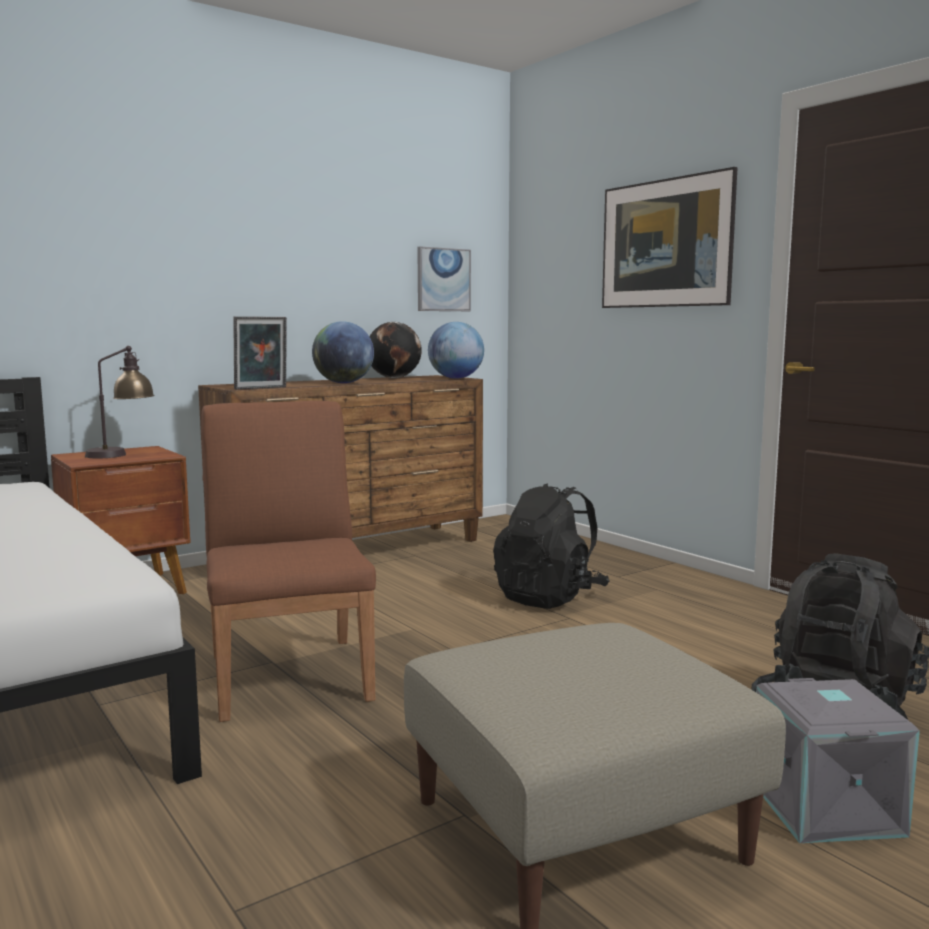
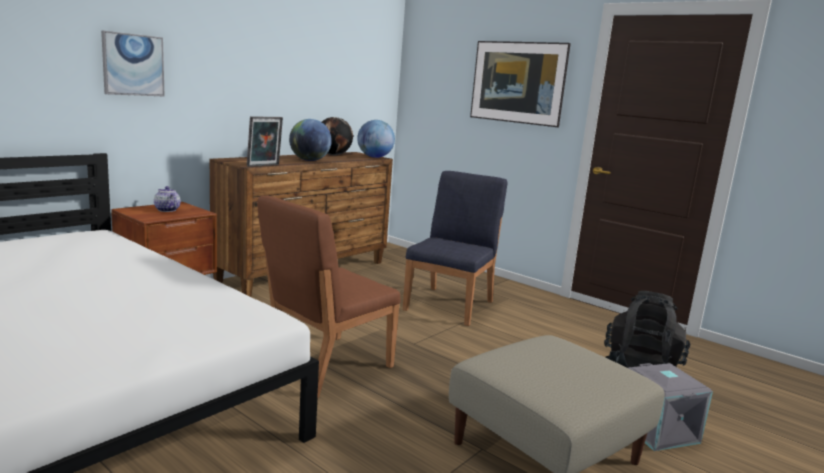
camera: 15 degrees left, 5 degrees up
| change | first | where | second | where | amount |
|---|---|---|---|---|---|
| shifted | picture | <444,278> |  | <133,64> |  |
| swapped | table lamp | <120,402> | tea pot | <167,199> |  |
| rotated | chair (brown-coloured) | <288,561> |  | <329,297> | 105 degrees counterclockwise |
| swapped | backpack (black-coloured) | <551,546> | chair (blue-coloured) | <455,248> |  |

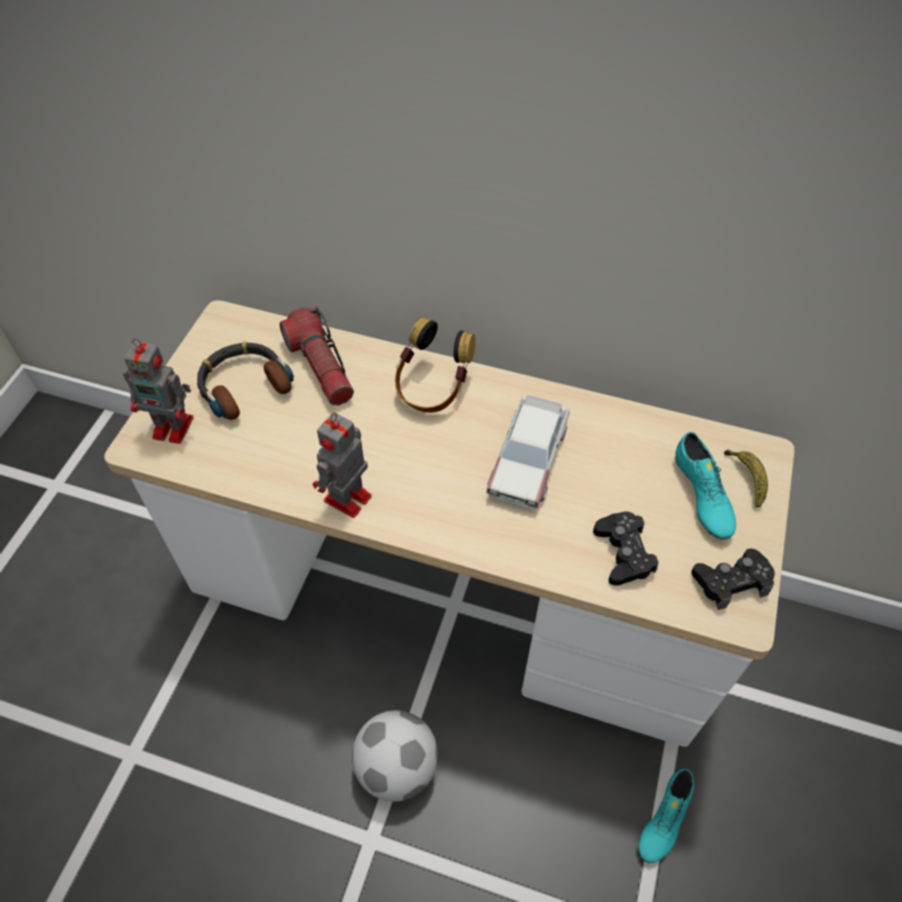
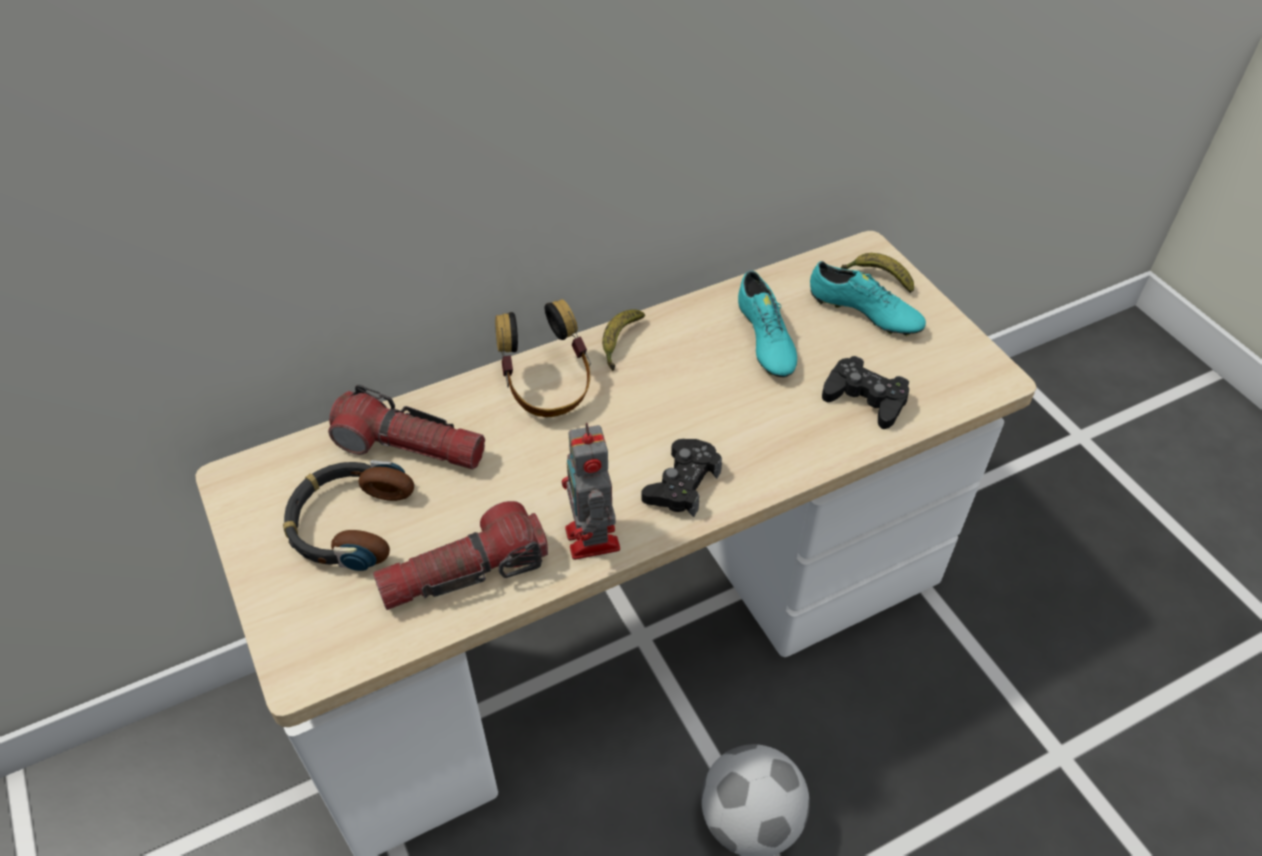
camera: 45 degrees left, 5 degrees down
| change | first | where | second | where | amount |
|---|---|---|---|---|---|
| gone | toy robot | <158,391> |  |  |  |
| gone | toy car | <528,452> |  |  |  |
| shifted | game controller (black-coloured) | <733,579> |  | <681,478> |  |
| shifted | item of footwear (turquoise) | <666,816> |  | <767,324> |  |
| new |  |  | banana | <623,340> |  |
| new |  |  | torch | <460,555> |  |

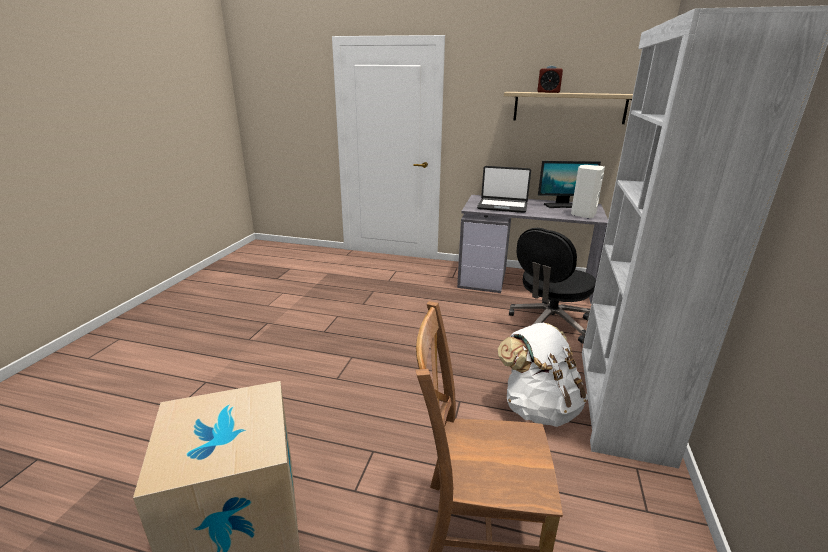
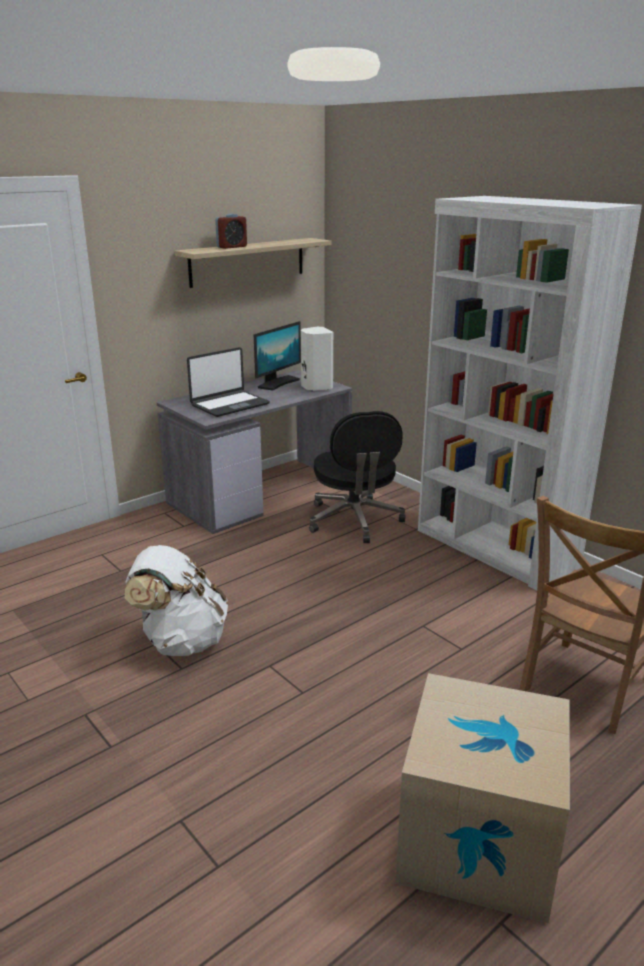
camera: 55 degrees left, 0 degrees up
| change | first | where | second | where | amount |
|---|---|---|---|---|---|
| shifted | backpack (whitish) | <543,375> |  | <176,600> |  |

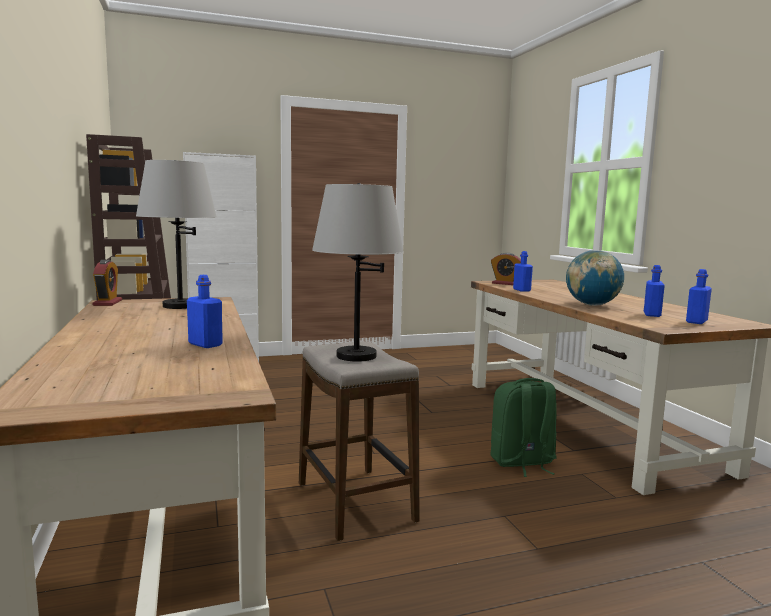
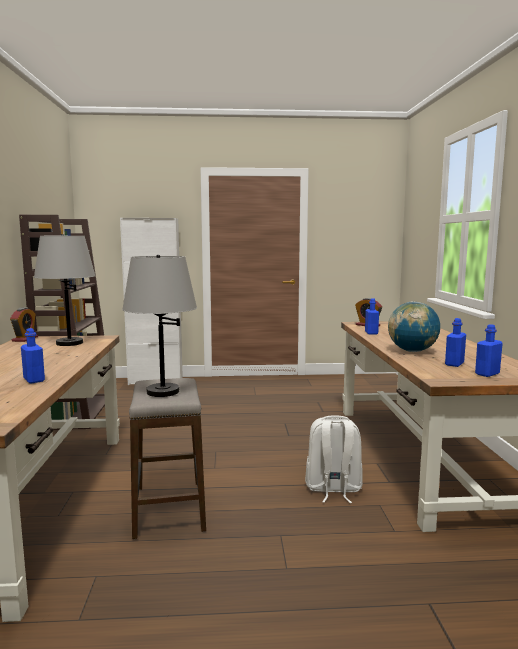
camera: 15 degrees right, 0 degrees up
| change | first | where | second | where | amount |
|---|---|---|---|---|---|
| repainted | backpack (greenish) | <524,427> | backpack (whitish) | <334,459> |  |

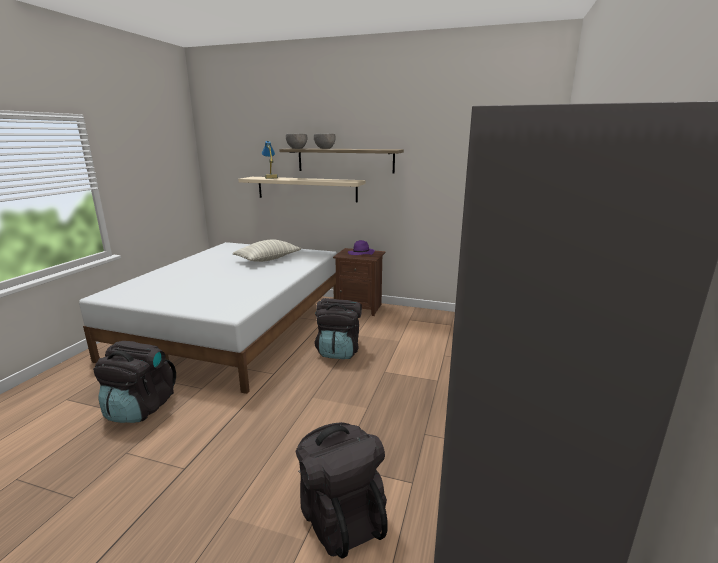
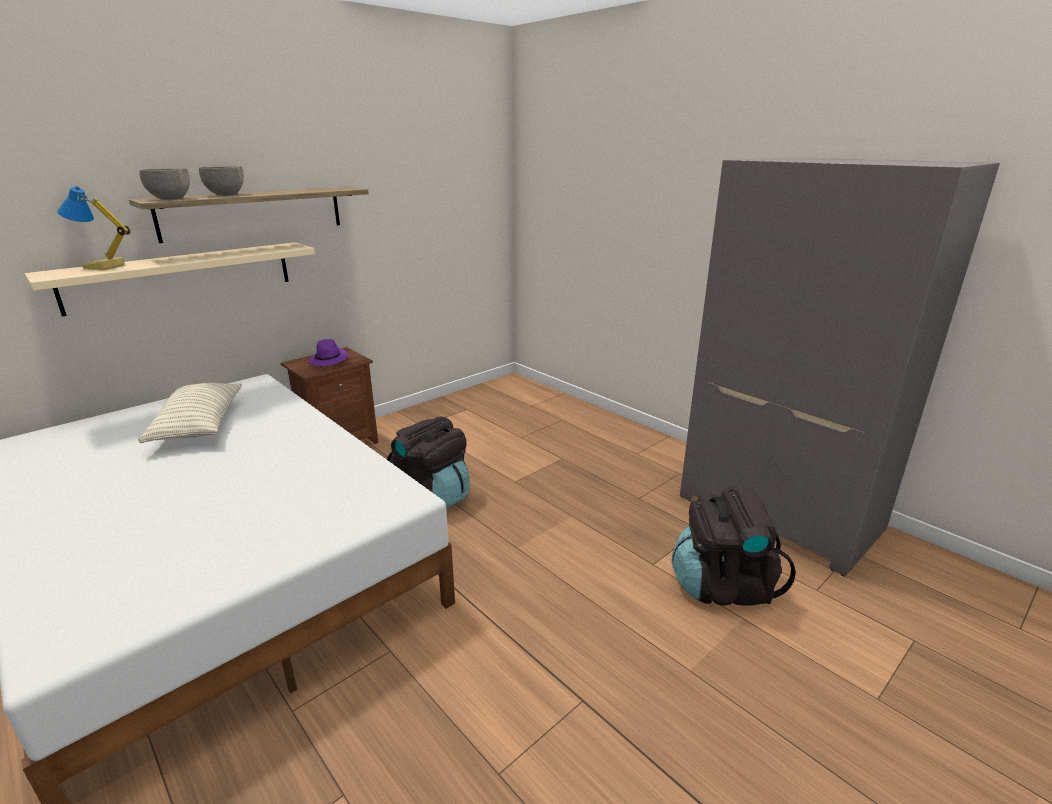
camera: 60 degrees left, 5 degrees up
| change | first | where | second | where | amount |
|---|---|---|---|---|---|
| gone | backpack (black-coloured) | <134,382> |  |  |  |

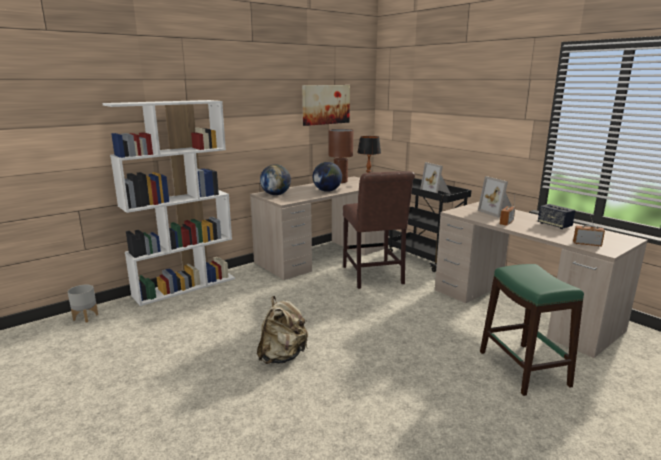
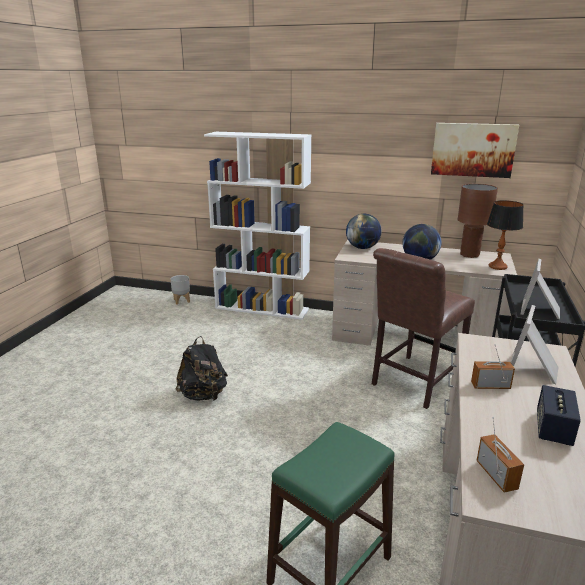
camera: 55 degrees right, 5 degrees up
| change | first | where | second | where | amount |
|---|---|---|---|---|---|
| repainted | backpack (beige) | <282,330> | backpack (black-coloured) | <201,368> |  |

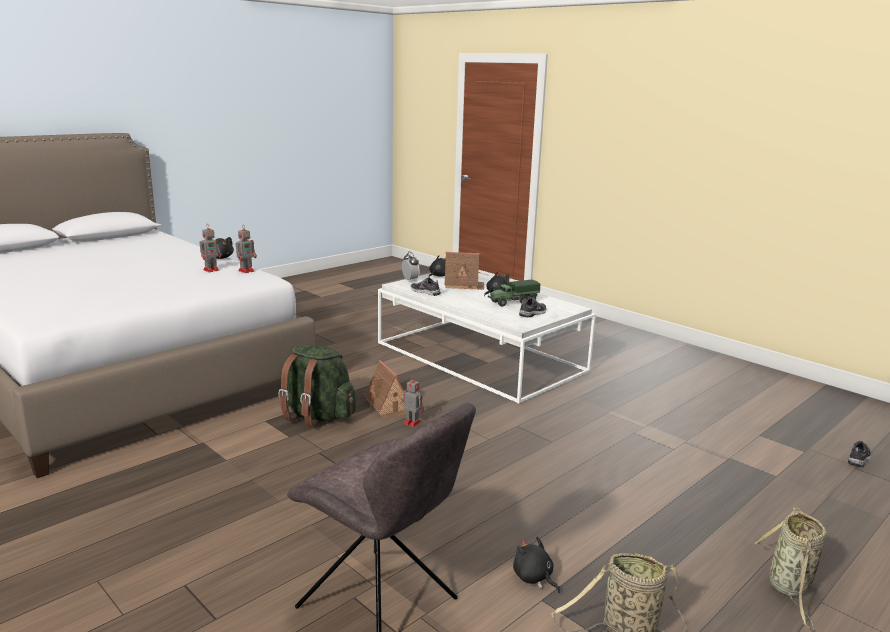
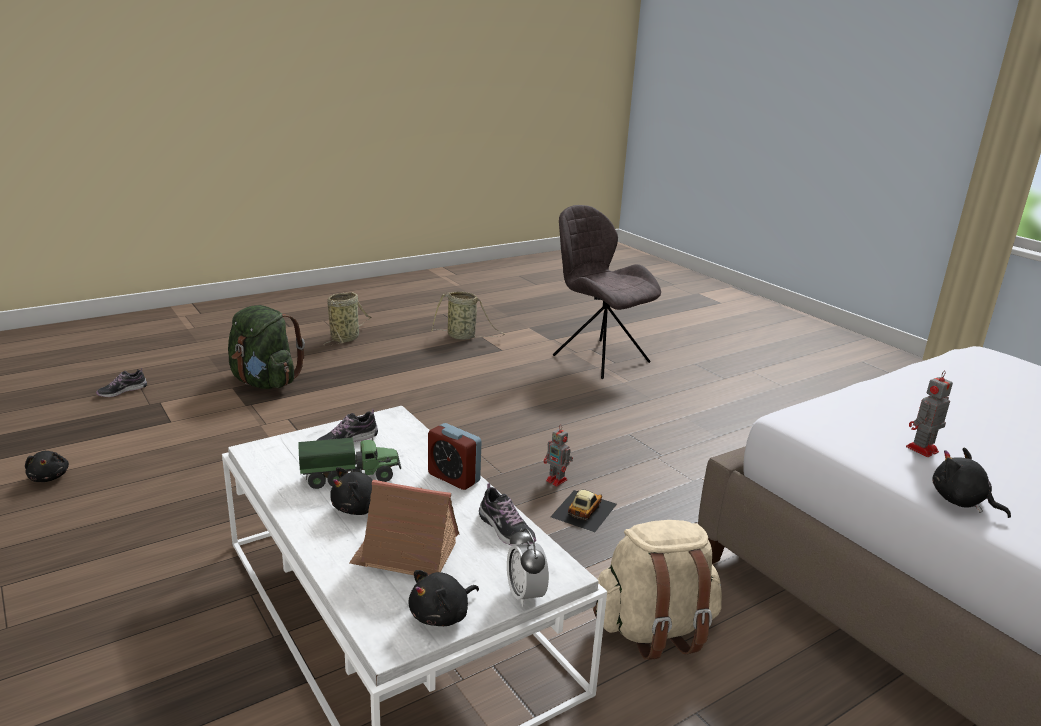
camera: 170 degrees left, 5 degrees up
| change | first | where | second | where | amount |
|---|---|---|---|---|---|
| gone | toy robot | <246,249> |  |  |  |
| shifted | backpack (greenish) | <317,386> |  | <266,347> |  |
| swapped | model house | <385,389> | toy car | <583,511> |  |
| shifted | soft toy (black-coloured) | <536,565> |  | <47,466> |  |
| new |  |  | bedside clock | <454,456> |  |
| new |  |  | backpack (beige) | <657,590> |  |

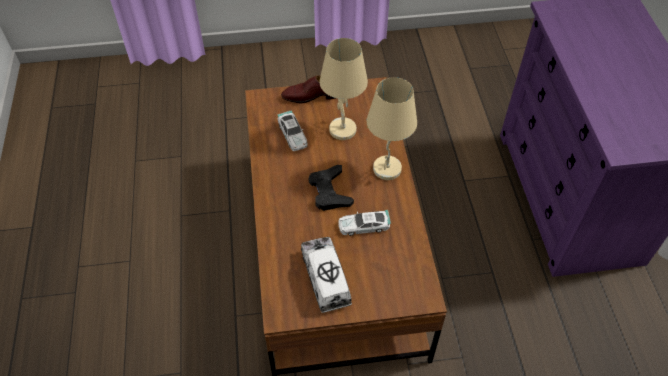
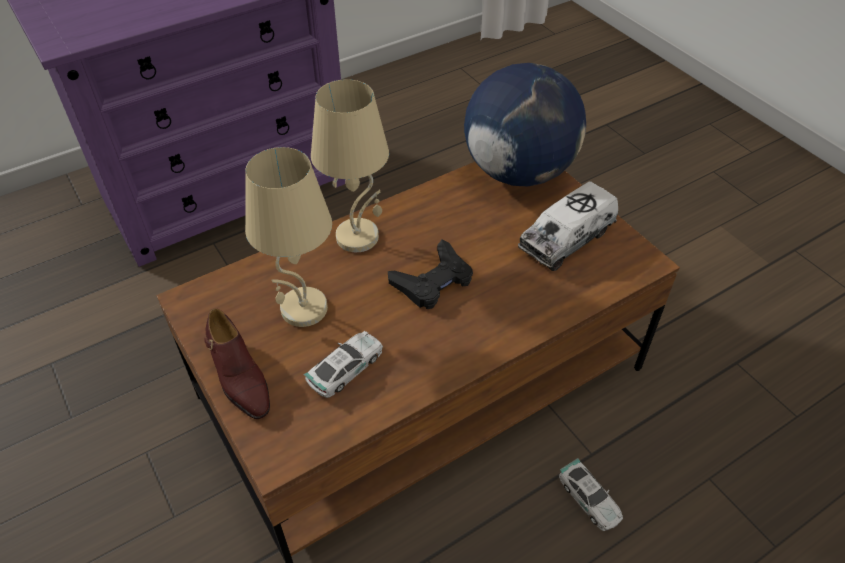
camera: 115 degrees left, 5 degrees down
| change | first | where | second | where | amount |
|---|---|---|---|---|---|
| shifted | toy car | <364,223> |  | <591,494> |  |
| new |  |  | desk globe | <525,124> |  |

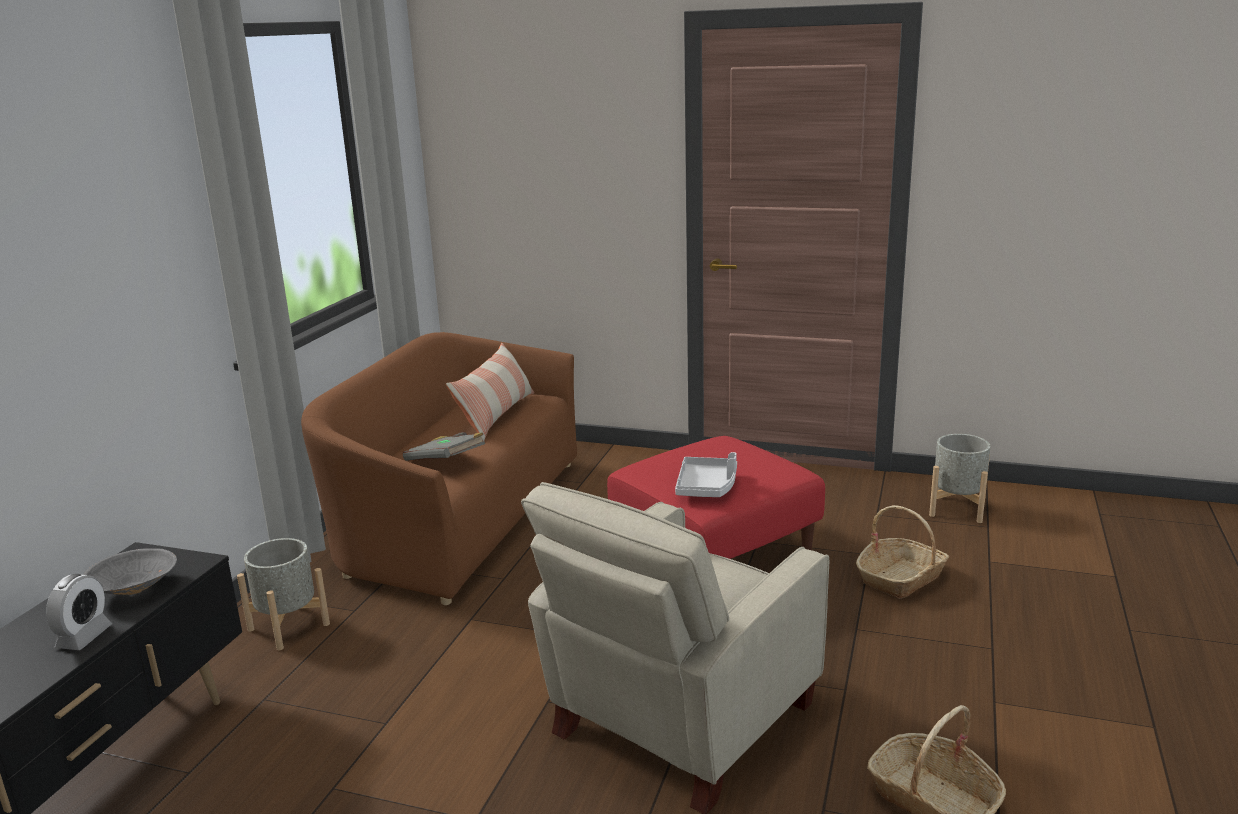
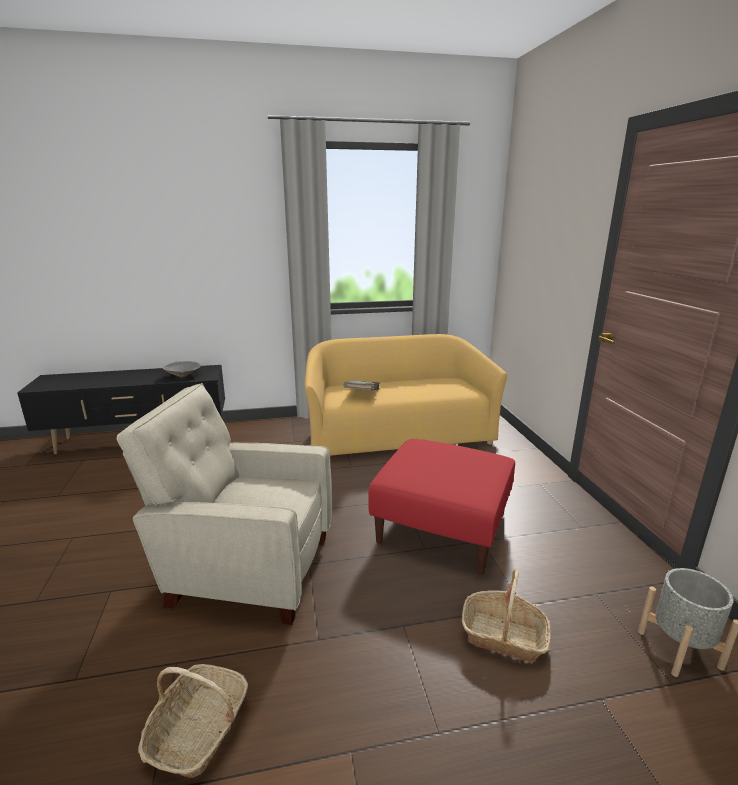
camera: 60 degrees right, 0 degrees up
| change | first | where | second | where | amount |
|---|---|---|---|---|---|
| repainted | sofa (brown-coloured) | <439,468> | sofa (yellowish) | <406,395> |  |
| gone | pillow | <490,392> |  |  |  |
| gone | tray (gray) | <706,474> |  |  |  |
| gone | plant pot (gray) | <283,594> |  |  |  |
| gone | bedside clock | <79,612> |  |  |  |

